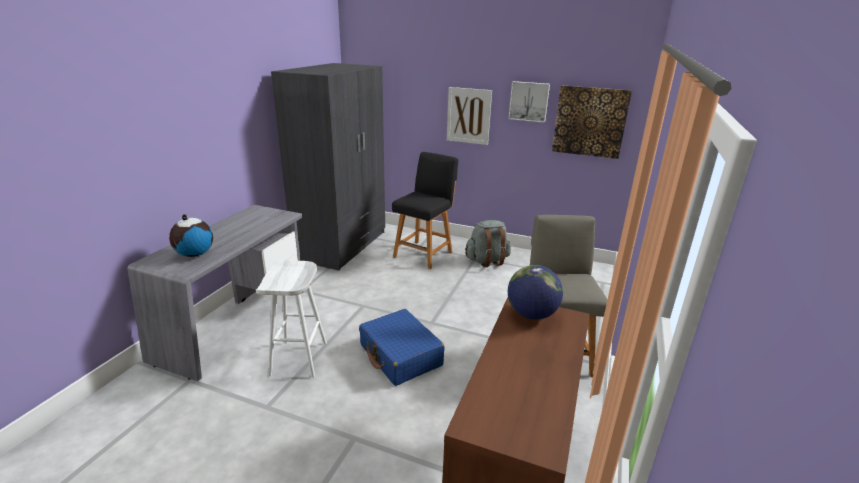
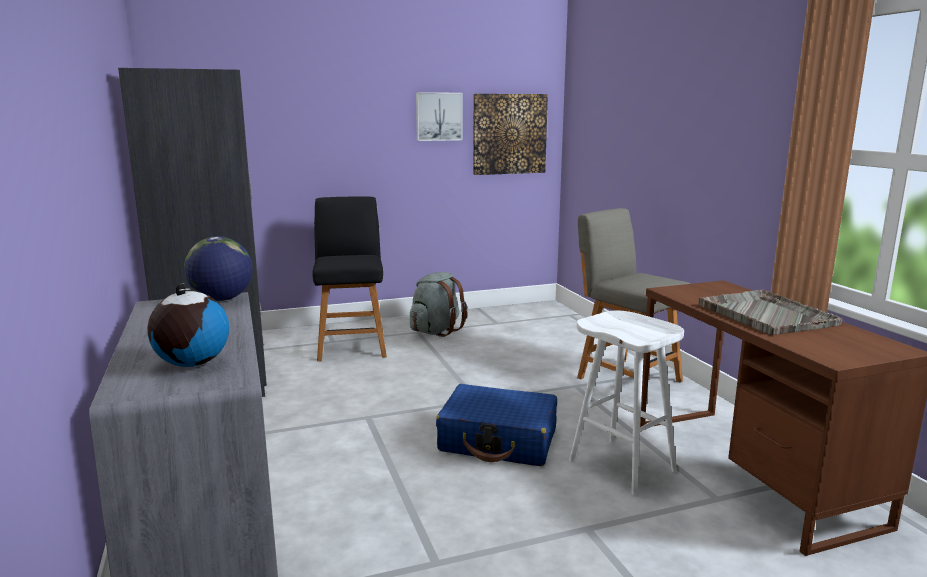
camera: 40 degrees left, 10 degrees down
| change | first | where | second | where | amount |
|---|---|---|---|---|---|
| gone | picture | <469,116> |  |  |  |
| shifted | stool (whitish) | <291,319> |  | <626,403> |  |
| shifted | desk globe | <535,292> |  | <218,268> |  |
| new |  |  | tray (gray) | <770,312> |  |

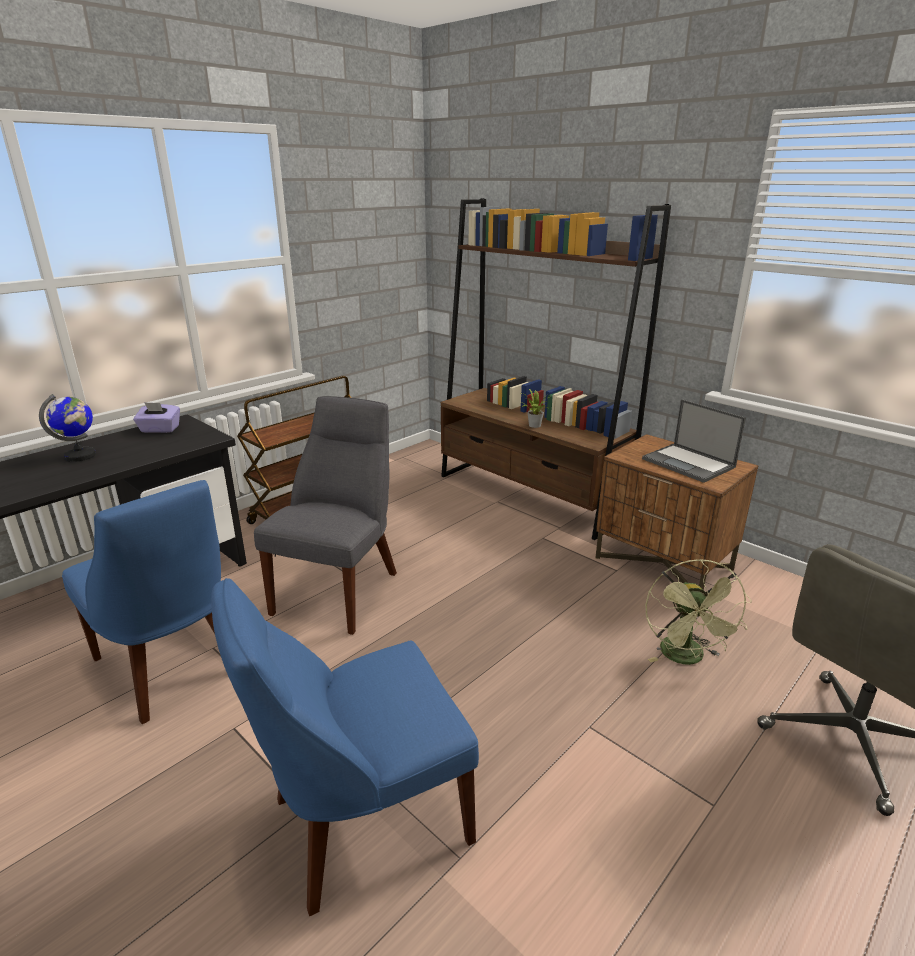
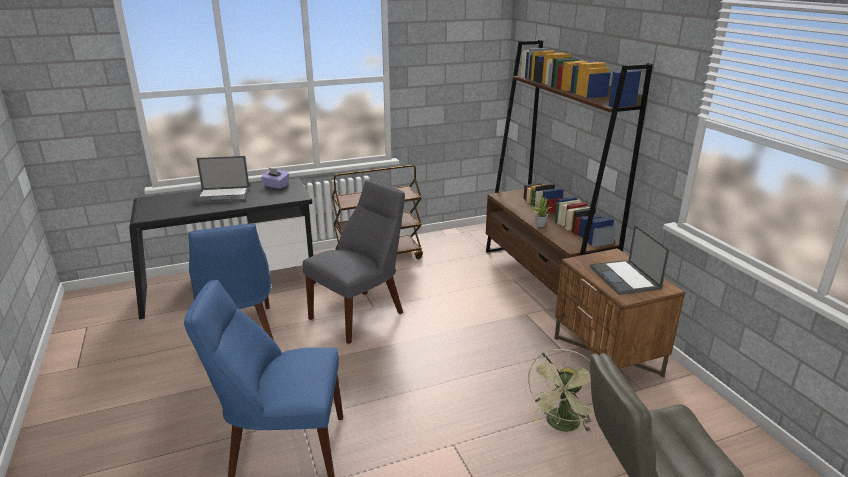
camera: 25 degrees right, 0 degrees up
| change | first | where | second | where | amount |
|---|---|---|---|---|---|
| swapped | desk globe | <67,428> | laptop | <222,180> |  |

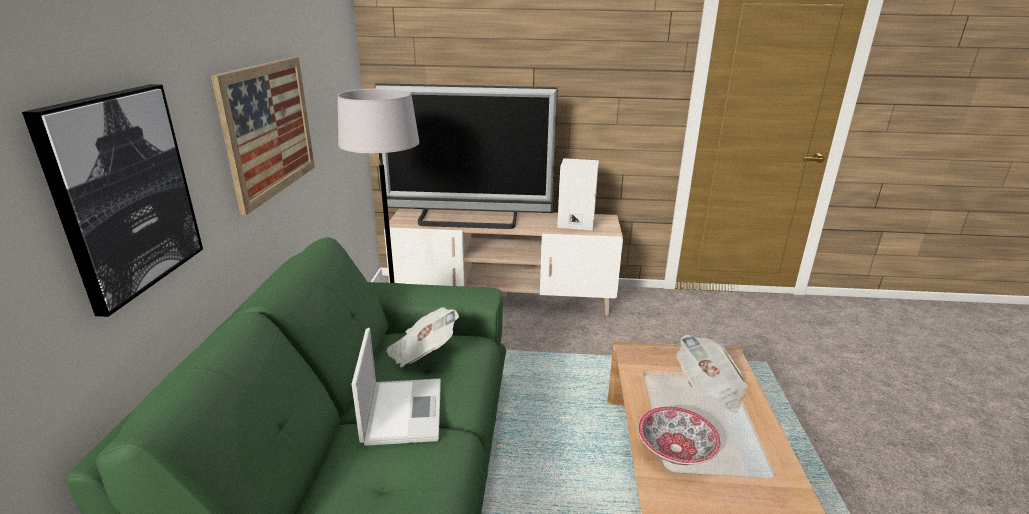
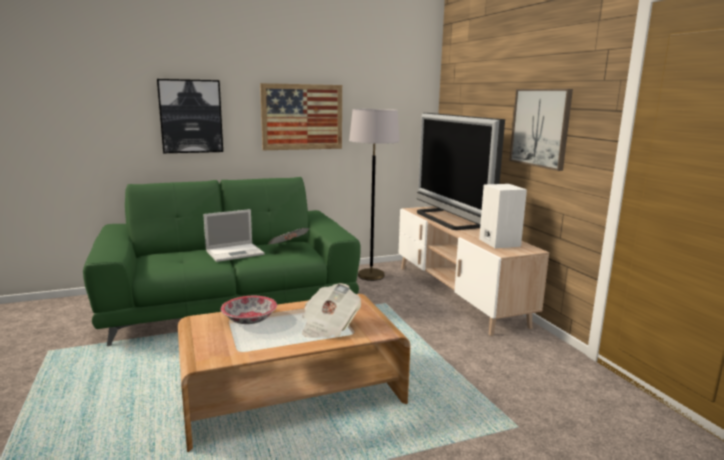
camera: 65 degrees right, 10 degrees down
| change | first | where | second | where | amount |
|---|---|---|---|---|---|
| new |  |  | picture | <541,130> |  |

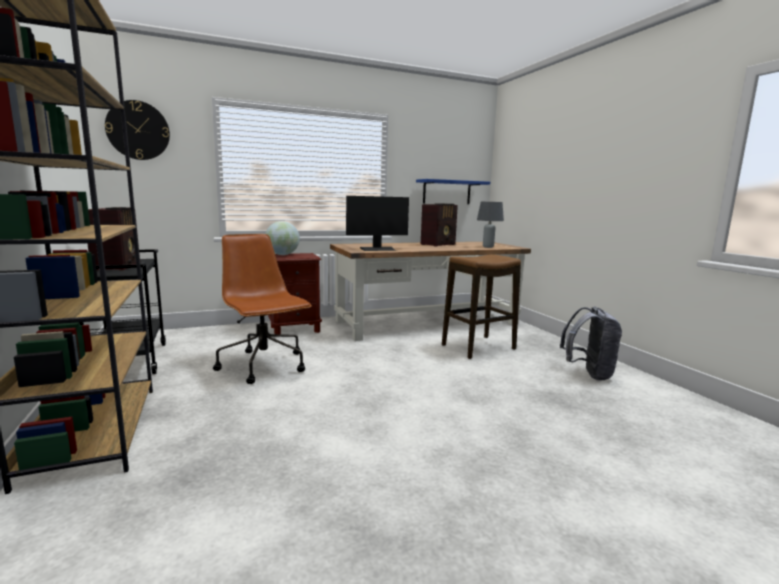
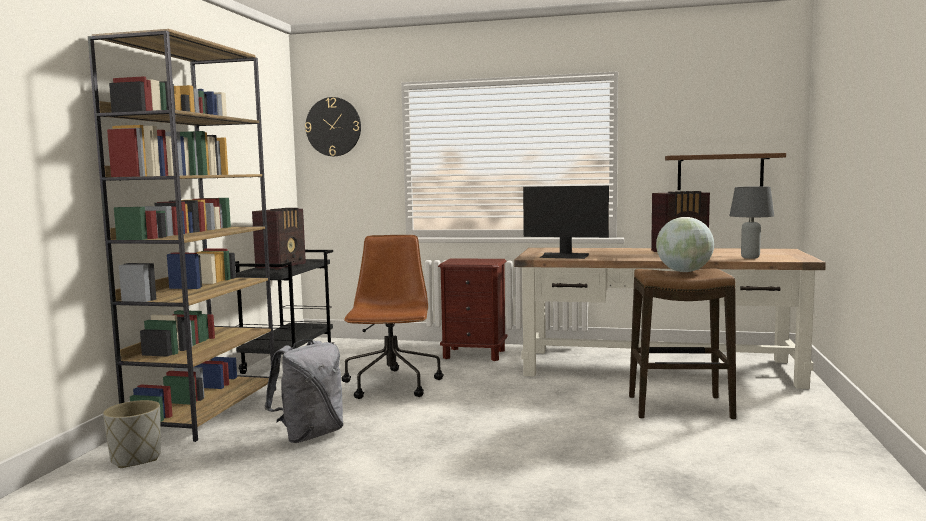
camera: 35 degrees right, 5 degrees down
| change | first | where | second | where | amount |
|---|---|---|---|---|---|
| repainted | shelf (blue-coloured) | <453,191> | shelf (brown-coloured) | <725,171> |  |
| shifted | desk globe | <282,238> |  | <685,244> |  |
| shifted | backpack (gray) | <591,343> |  | <304,391> |  |
| new |  |  | plant pot (gray) | <132,434> |  |

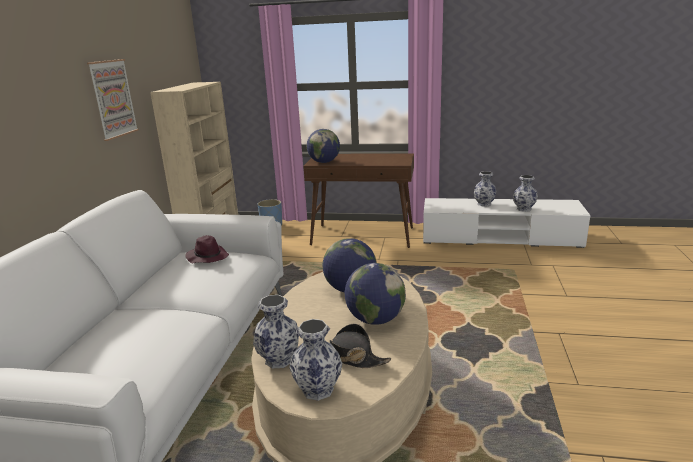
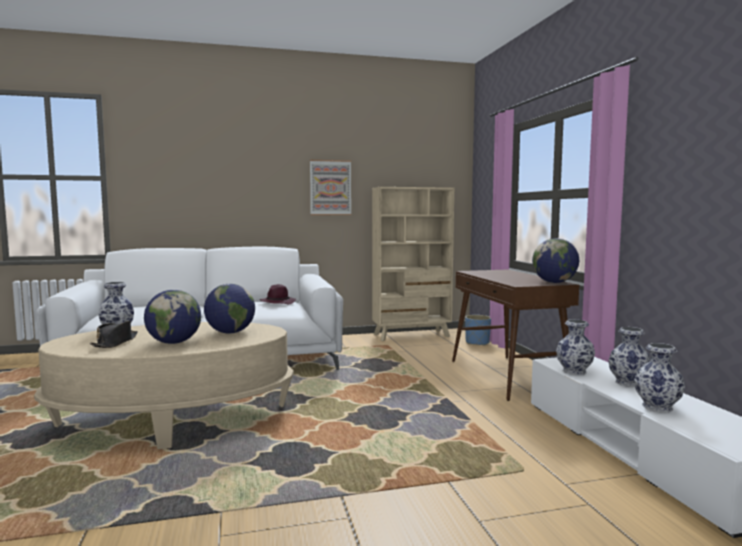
camera: 65 degrees right, 15 degrees down
| change | first | where | second | where | amount |
|---|---|---|---|---|---|
| shifted | desk globe | <323,146> |  | <555,260> |  |
| shifted | decorative vase | <315,360> |  | <575,347> |  |

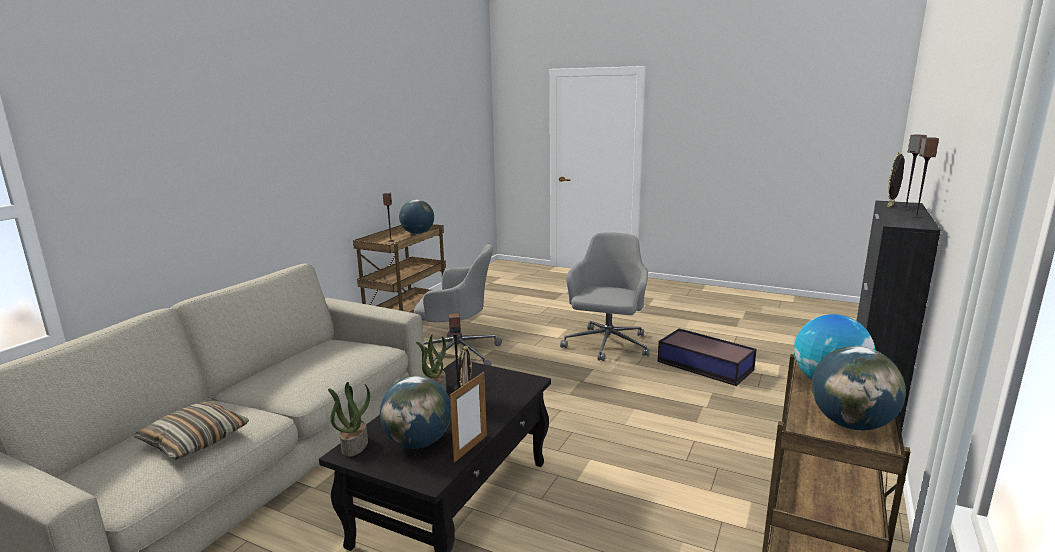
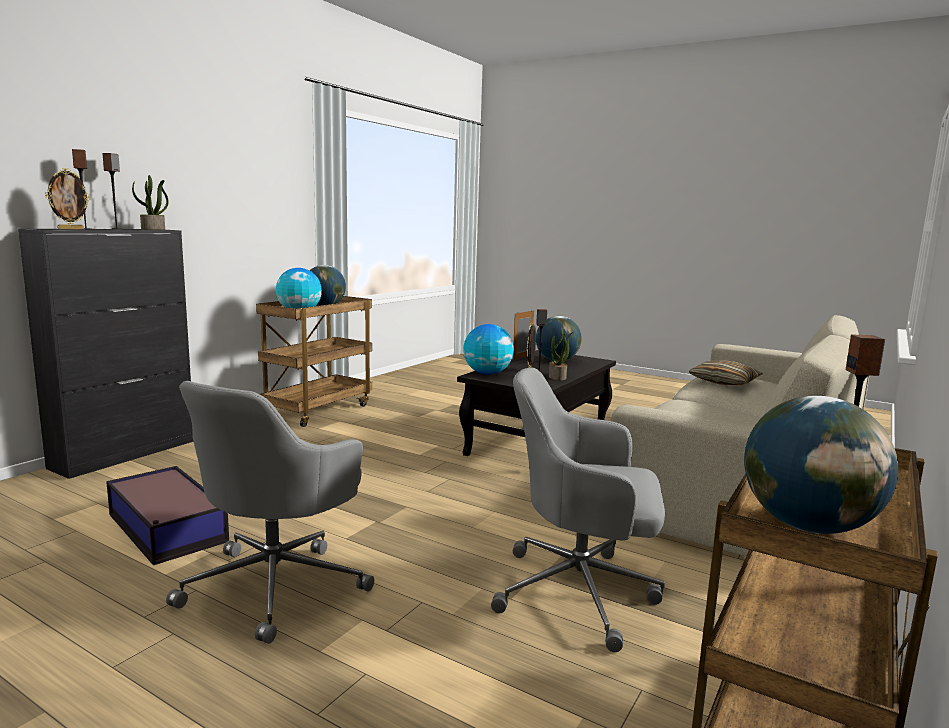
camera: 175 degrees left, 5 degrees down
| change | first | where | second | where | amount |
|---|---|---|---|---|---|
| shifted | houseplant | <349,419> |  | <150,202> |  |
| new |  |  | desk globe | <488,349> |  |

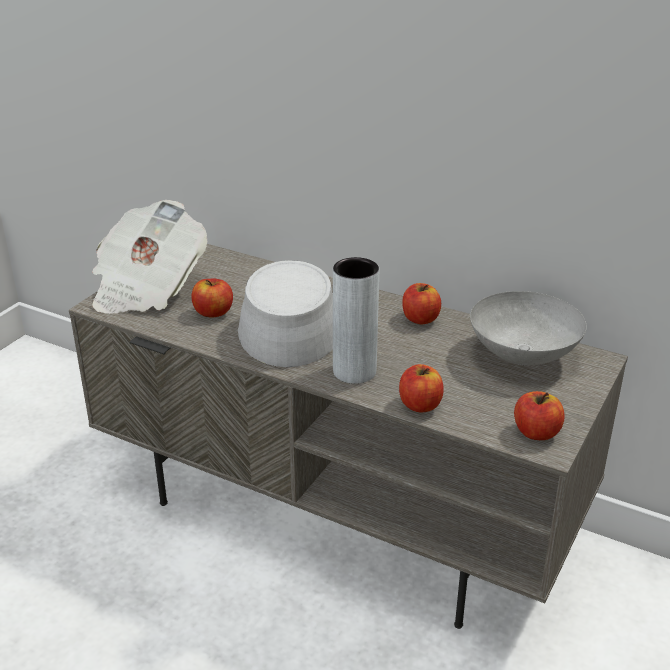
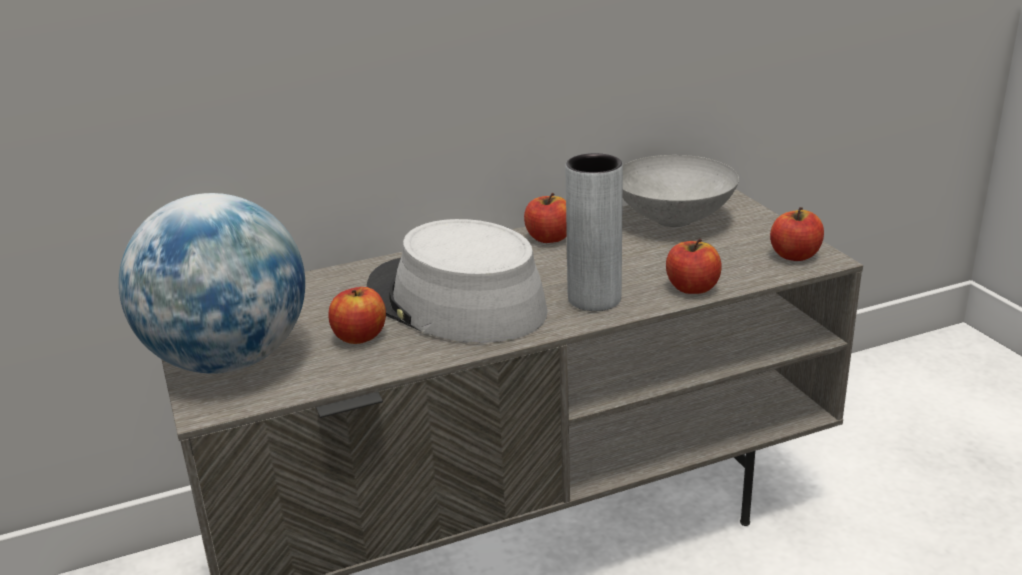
camera: 50 degrees left, 5 degrees down
| change | first | where | second | where | amount |
|---|---|---|---|---|---|
| swapped | printed paper | <150,257> | desk globe | <212,283> |  |

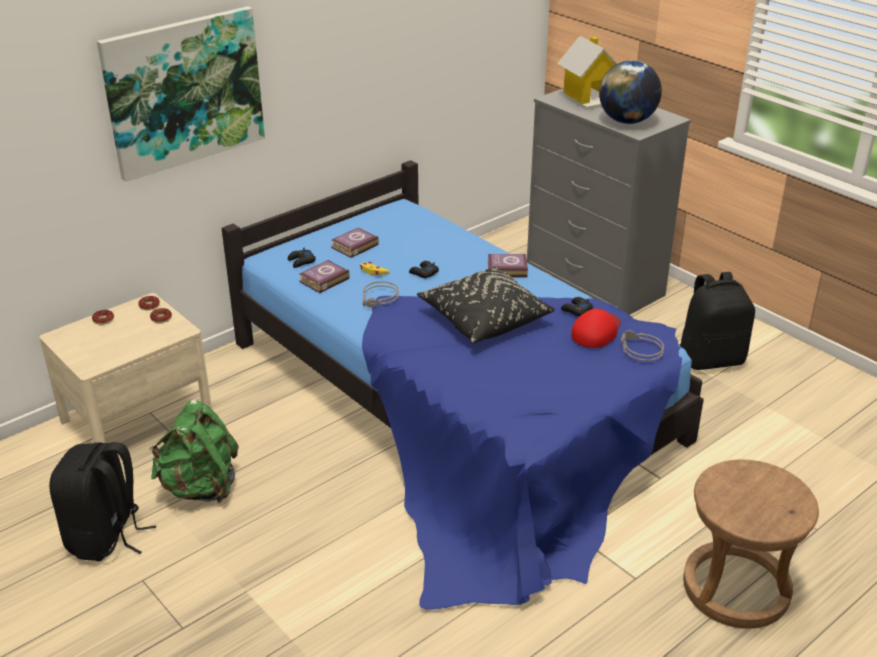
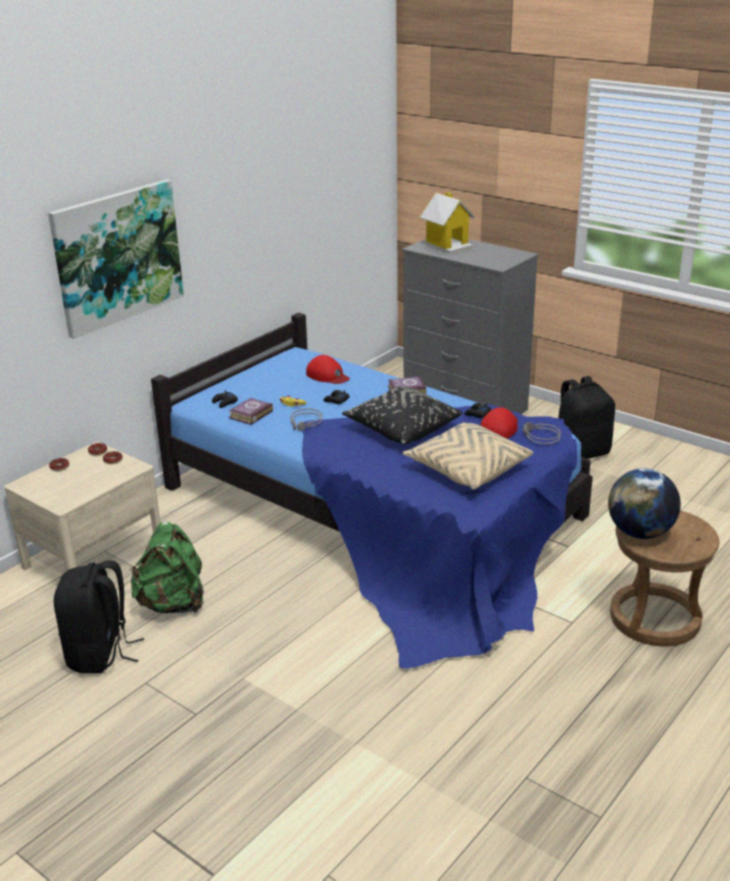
camera: 10 degrees left, 5 degrees down
| change | first | where | second | where | amount |
|---|---|---|---|---|---|
| shifted | desk globe | <630,92> |  | <644,503> |  |
| gone | book | <355,243> |  |  |  |
| new |  |  | cap (red-coloured) | <328,369> |  |
| new |  |  | pillow (beige) | <468,456> |  |

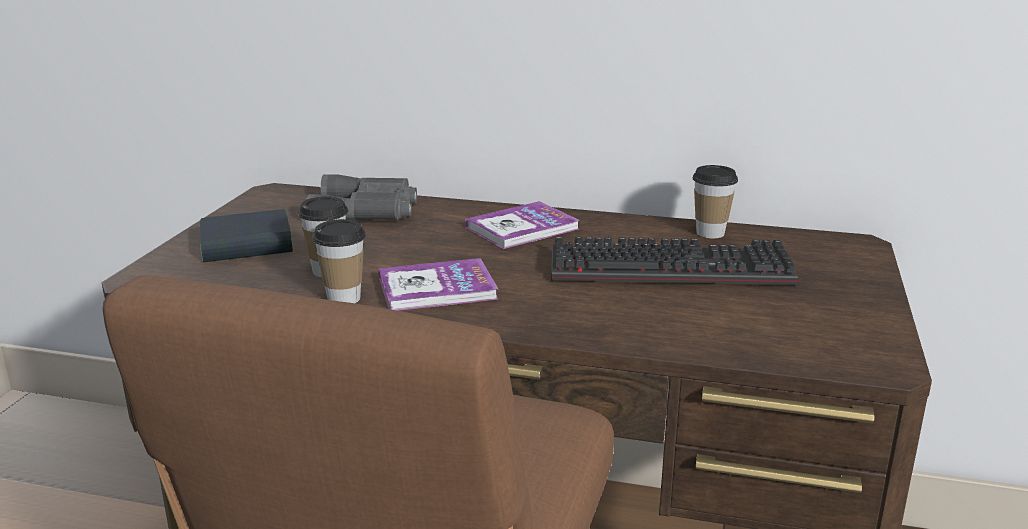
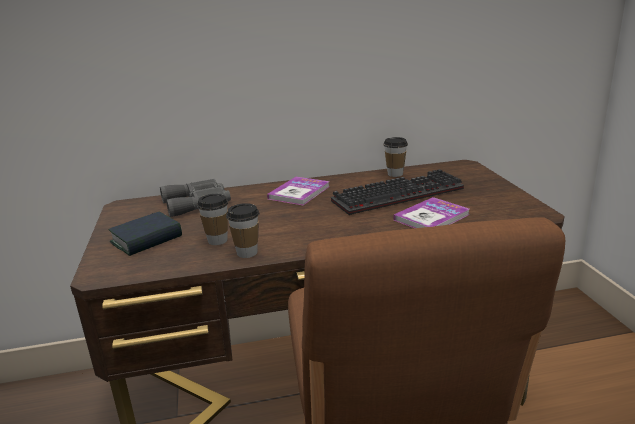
camera: 25 degrees left, 0 degrees up
| change | first | where | second | where | amount |
|---|---|---|---|---|---|
| shifted | book | <438,284> |  | <431,212> |  |

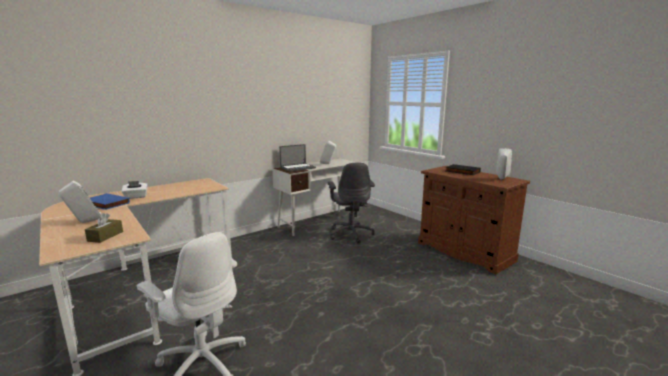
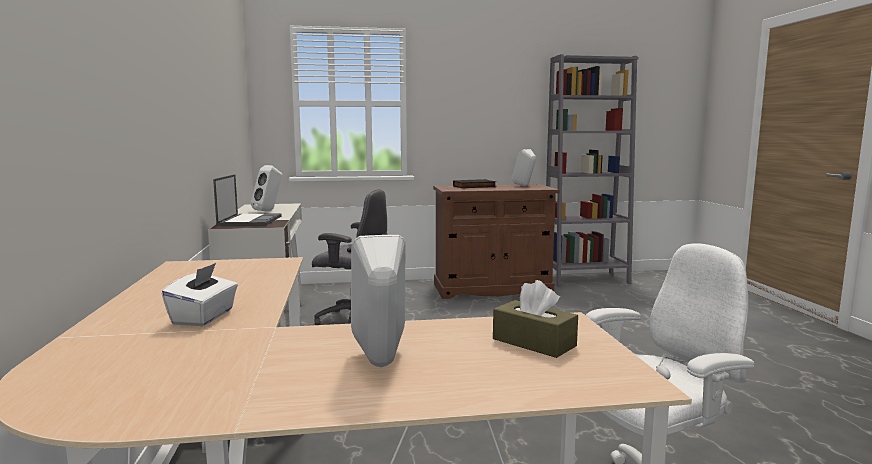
camera: 60 degrees left, 5 degrees down
| change | first | where | second | where | amount |
|---|---|---|---|---|---|
| gone | book (blue-coloured) | <110,201> |  |  |  |
| new |  |  | bookshelf (gray) | <592,170> |  |

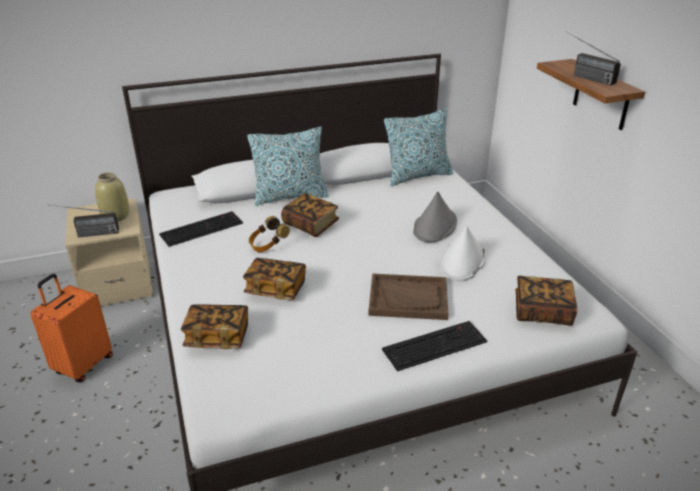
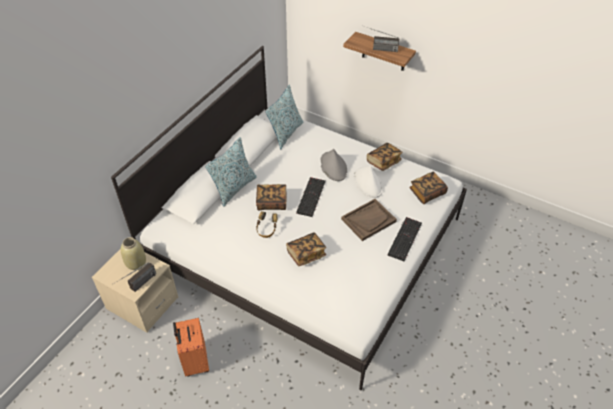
camera: 40 degrees left, 15 degrees up
| change | first | where | second | where | amount |
|---|---|---|---|---|---|
| shifted | keyboard | <201,229> |  | <311,197> |  |
| shifted | book | <214,326> |  | <384,157> |  |

